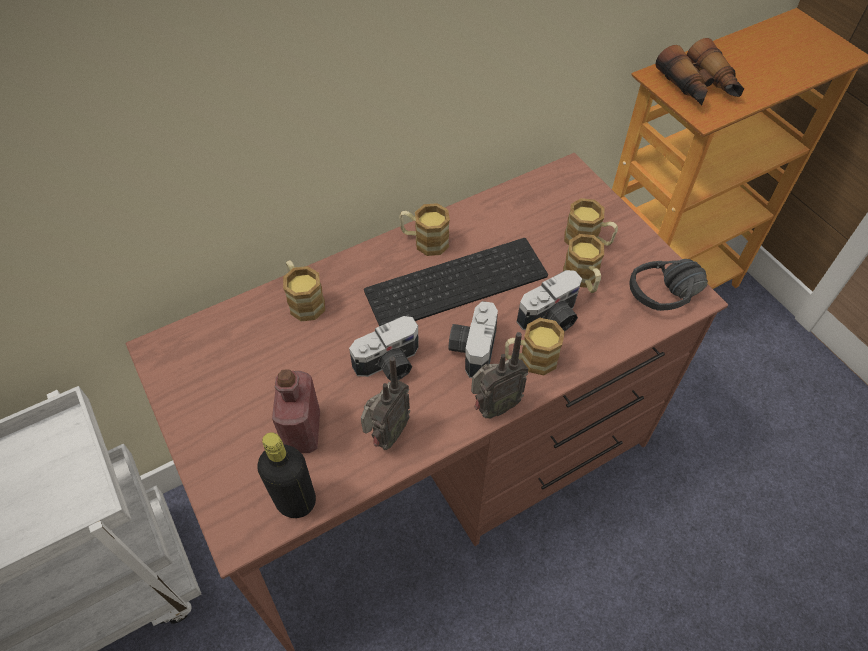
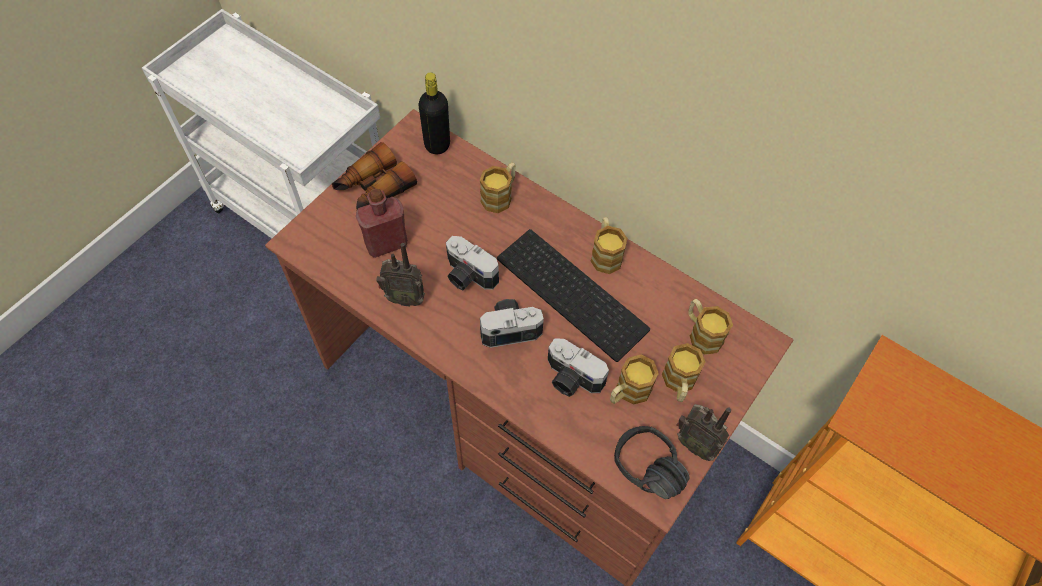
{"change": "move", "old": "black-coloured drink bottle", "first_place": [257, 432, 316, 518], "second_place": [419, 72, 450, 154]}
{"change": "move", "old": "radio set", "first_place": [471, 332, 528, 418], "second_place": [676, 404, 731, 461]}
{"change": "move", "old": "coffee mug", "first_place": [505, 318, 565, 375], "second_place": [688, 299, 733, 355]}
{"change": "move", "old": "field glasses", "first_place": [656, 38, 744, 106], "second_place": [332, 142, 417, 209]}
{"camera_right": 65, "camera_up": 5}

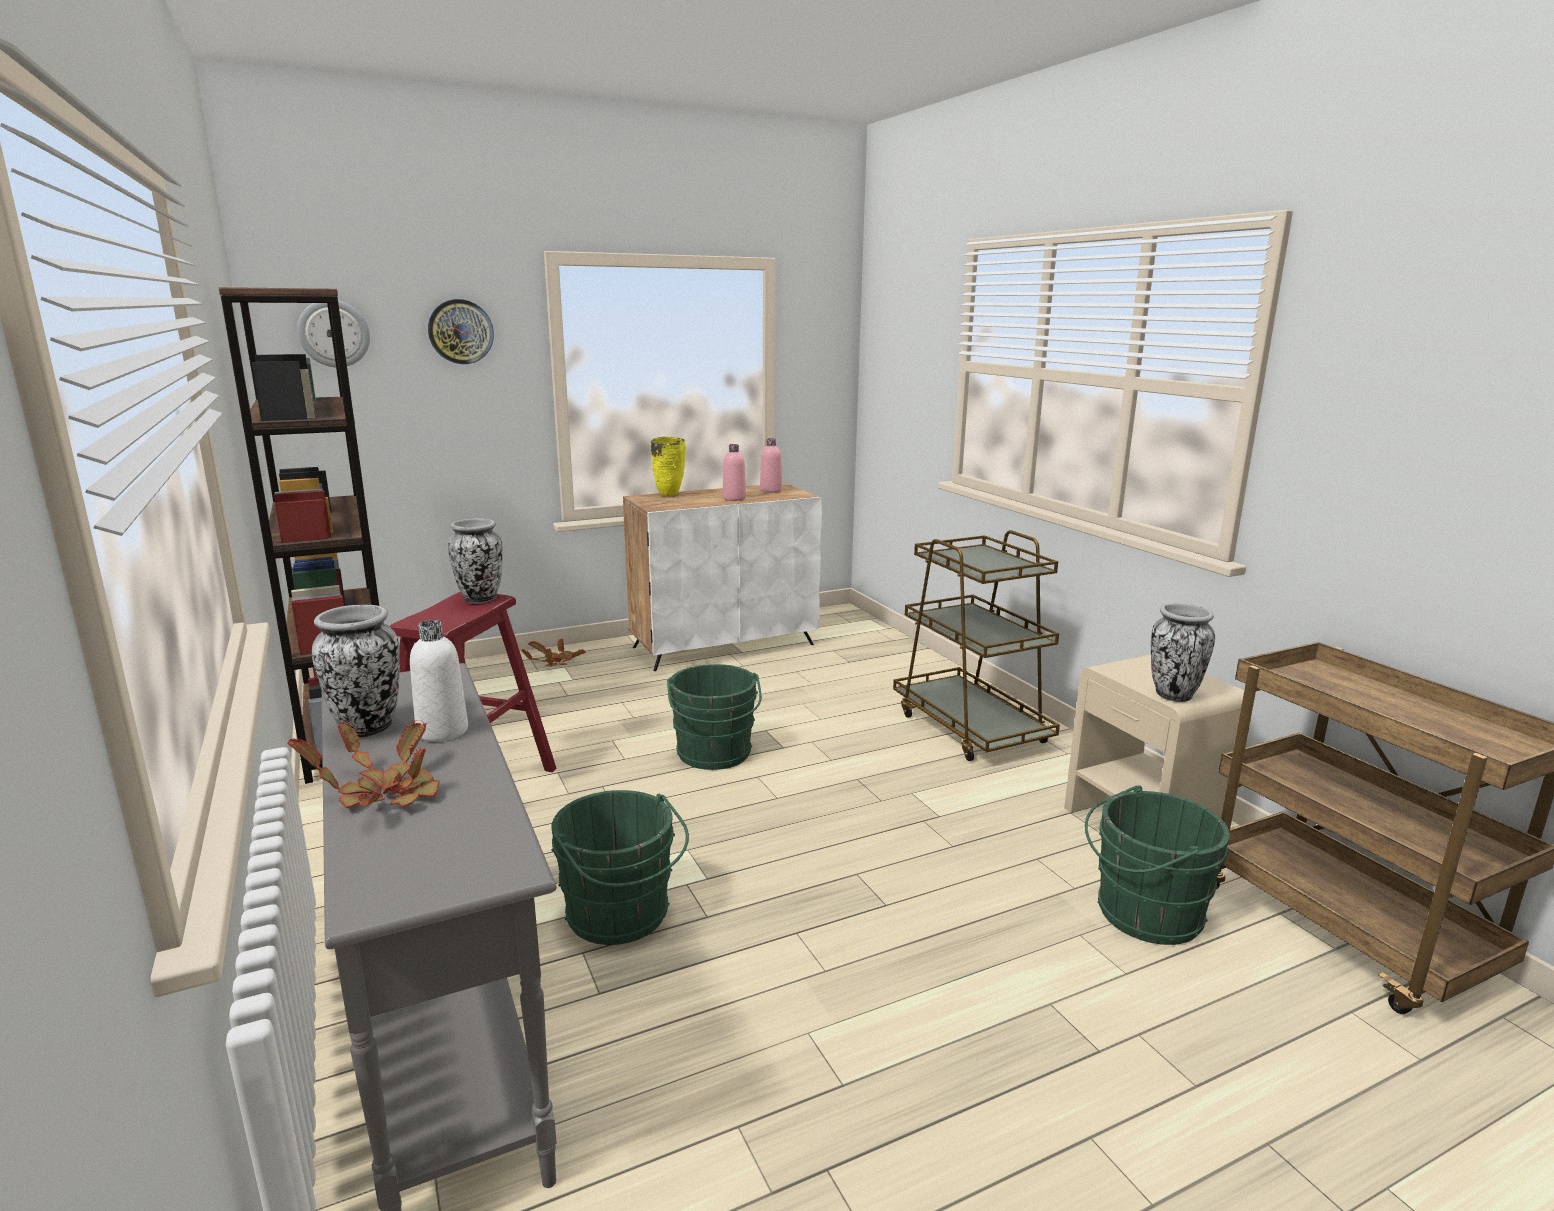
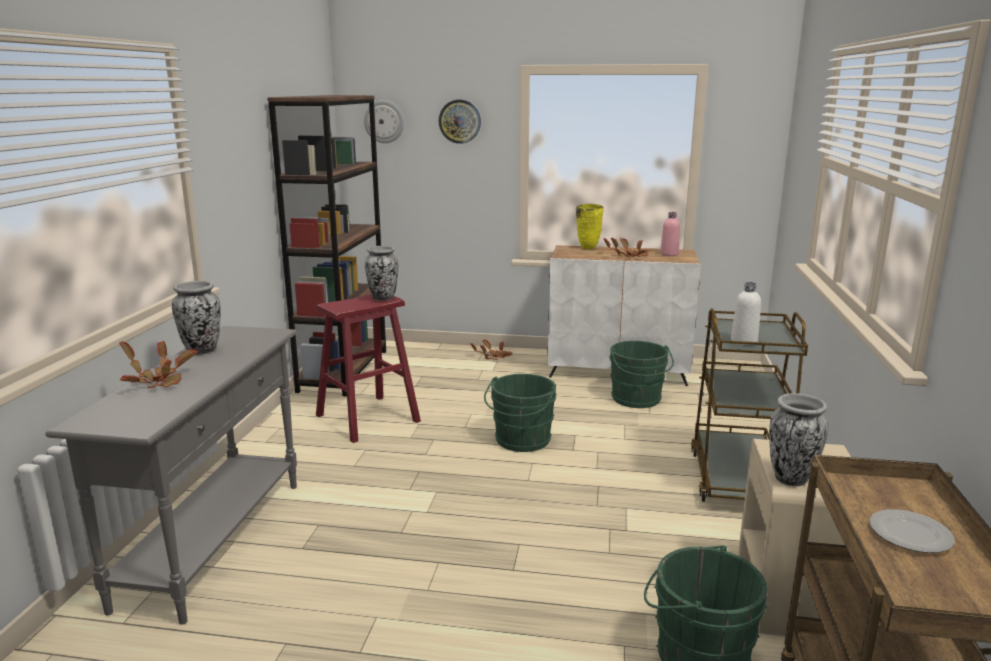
{"change": "insert", "new": "flat dish", "second_place": [870, 509, 955, 553]}
{"change": "move", "old": "whitish drink bottle", "first_place": [410, 620, 468, 742], "second_place": [731, 282, 761, 345]}
{"change": "move", "old": "greenish bucket", "first_place": [551, 790, 689, 945], "second_place": [609, 341, 674, 408]}
{"change": "replace", "old": "pinkish drink bottle", "new": "houseplant", "first_place": [723, 444, 746, 501], "second_place": [603, 237, 648, 257]}
{"camera_right": 35, "camera_up": 0}

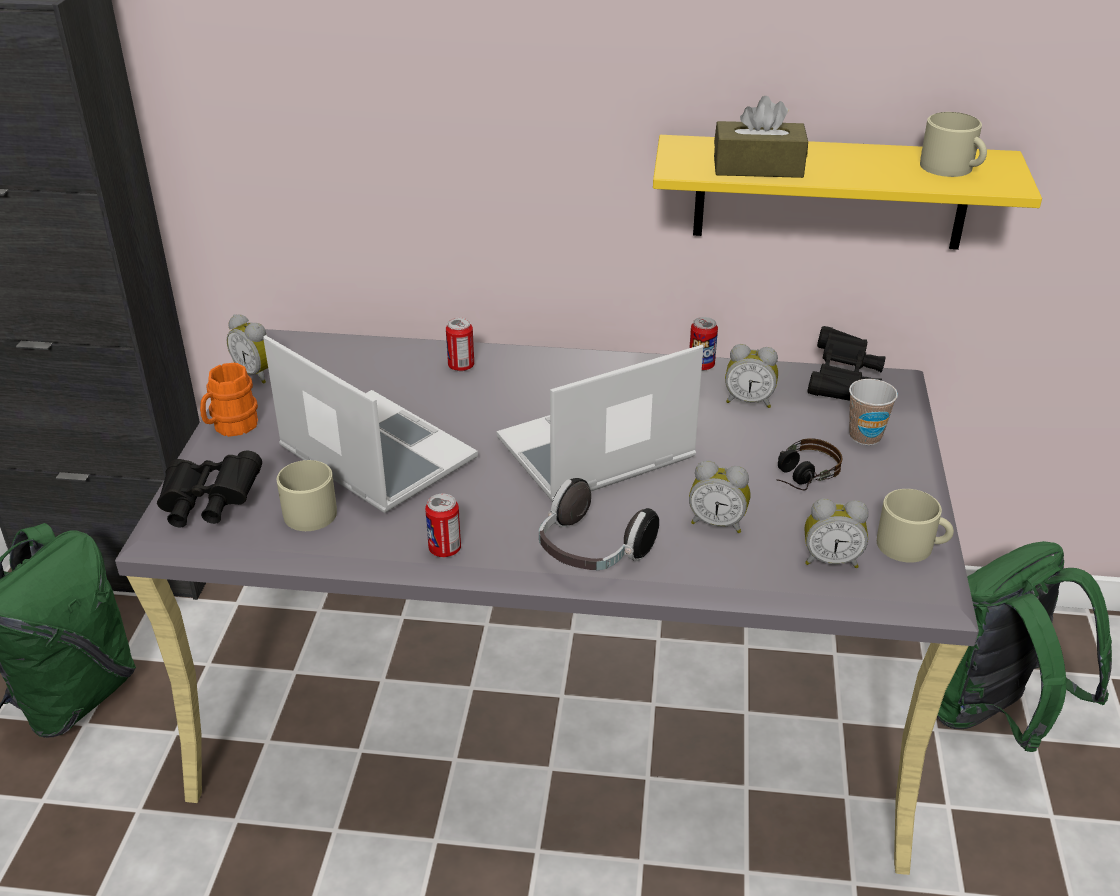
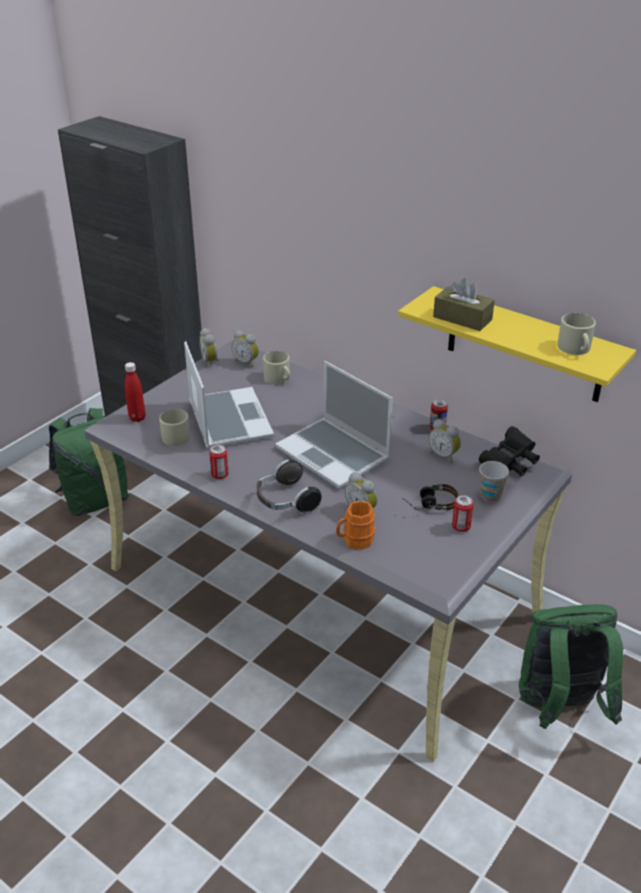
{"change": "move", "old": "orangey coffee mug", "first_place": [200, 363, 258, 437], "second_place": [336, 501, 376, 550]}
{"change": "move", "old": "sealed can", "first_place": [446, 318, 474, 371], "second_place": [452, 495, 474, 532]}
{"change": "move", "old": "bedside clock", "first_place": [805, 498, 869, 568], "second_place": [232, 330, 259, 368]}
{"change": "move", "old": "sand-coloured coffee mug", "first_place": [877, 489, 954, 563], "second_place": [263, 351, 290, 384]}
{"change": "replace", "old": "black-coloured field glasses", "new": "reddish drink bottle", "first_place": [157, 451, 262, 527], "second_place": [125, 362, 145, 422]}
{"change": "rotate", "old": "notebook computer", "first_place": [497, 345, 703, 502], "second_place": [275, 361, 393, 489], "degrees": -135}
{"camera_right": 30, "camera_up": 0}

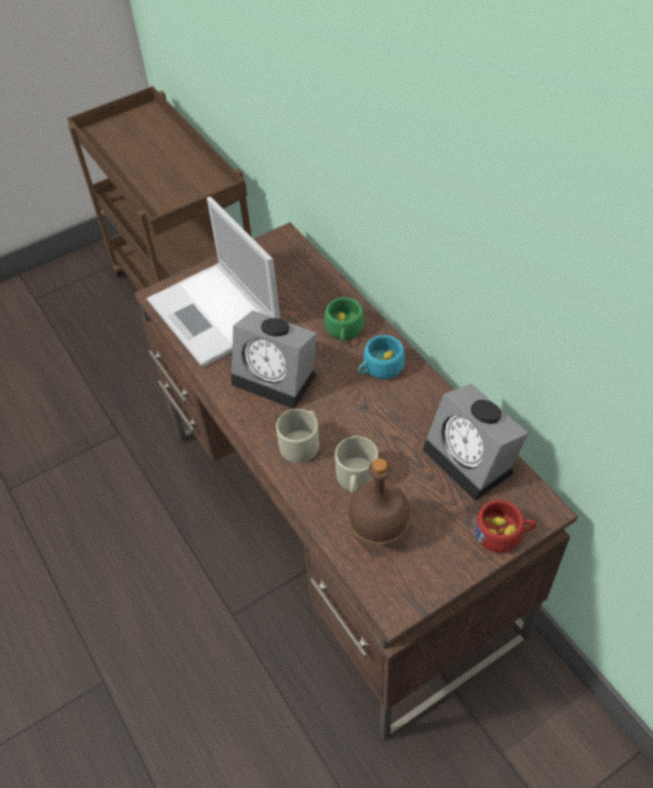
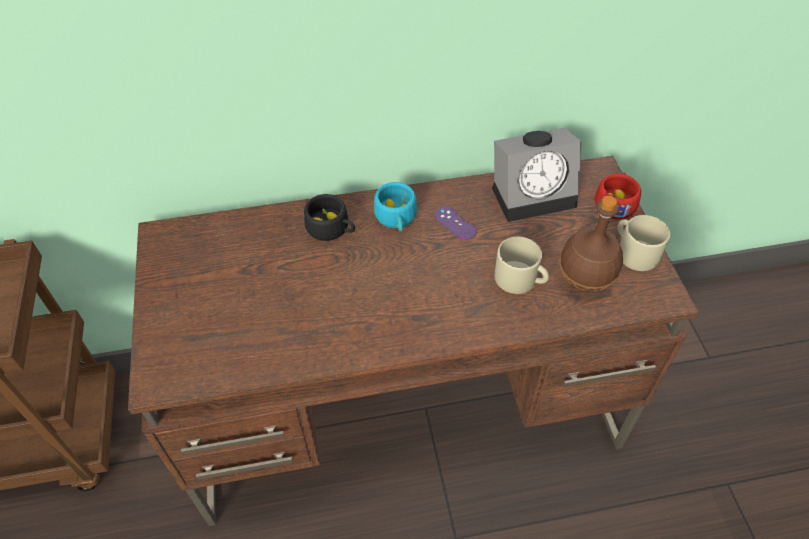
{"change": "delete", "old": "notebook computer", "first_place": [147, 197, 280, 367]}
{"change": "delete", "old": "bedside clock", "first_place": [231, 310, 317, 409]}
{"change": "insert", "new": "purple-coloured joypad", "second_place": [435, 206, 477, 240]}
{"change": "move", "old": "sand-coloured coffee mug", "first_place": [276, 409, 319, 463], "second_place": [617, 215, 670, 271]}
{"change": "recolor", "old": "greenish cup", "new": "black-coloured cup", "first_place": [325, 297, 364, 343], "second_place": [304, 194, 355, 241]}
{"camera_right": -70, "camera_up": 0}

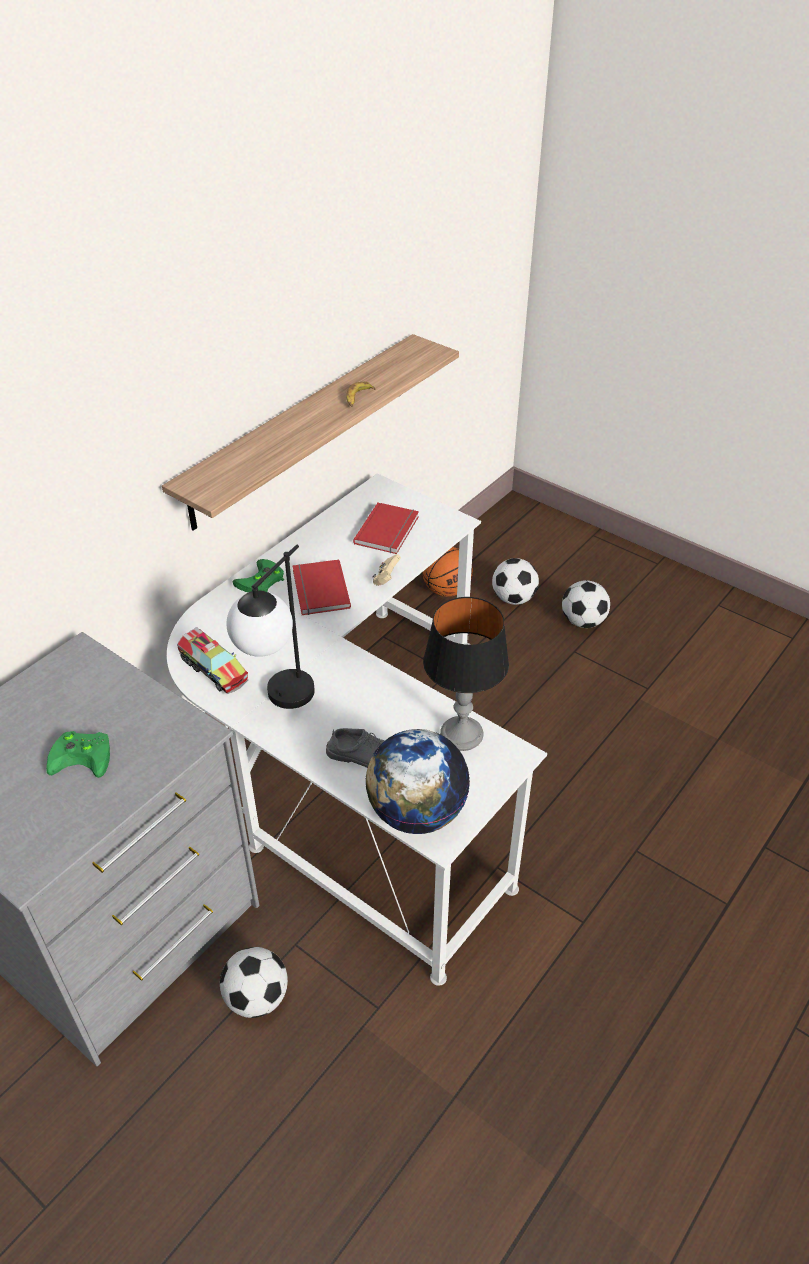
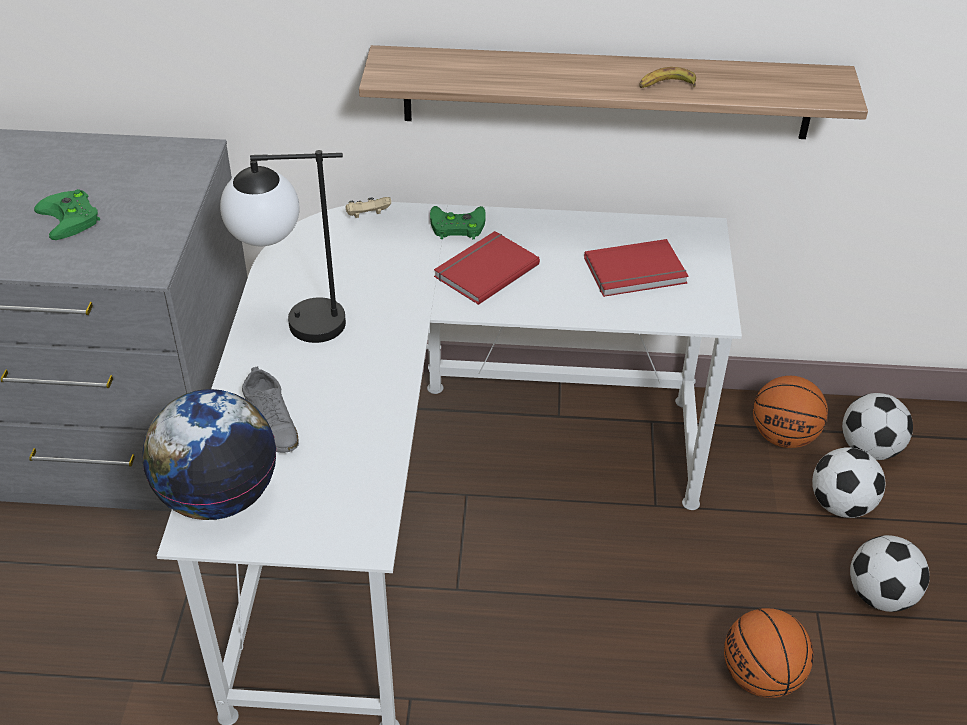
{"change": "delete", "old": "model truck", "first_place": [177, 627, 249, 694]}
{"change": "delete", "old": "table lamp", "first_place": [423, 597, 509, 751]}
{"change": "insert", "new": "ball for basketball", "second_place": [724, 608, 814, 698]}
{"change": "move", "old": "ball for football", "first_place": [220, 947, 288, 1018], "second_place": [842, 393, 913, 460]}
{"change": "move", "old": "sand-coloured joypad", "first_place": [372, 554, 401, 586], "second_place": [346, 197, 391, 218]}
{"camera_right": 55, "camera_up": 0}

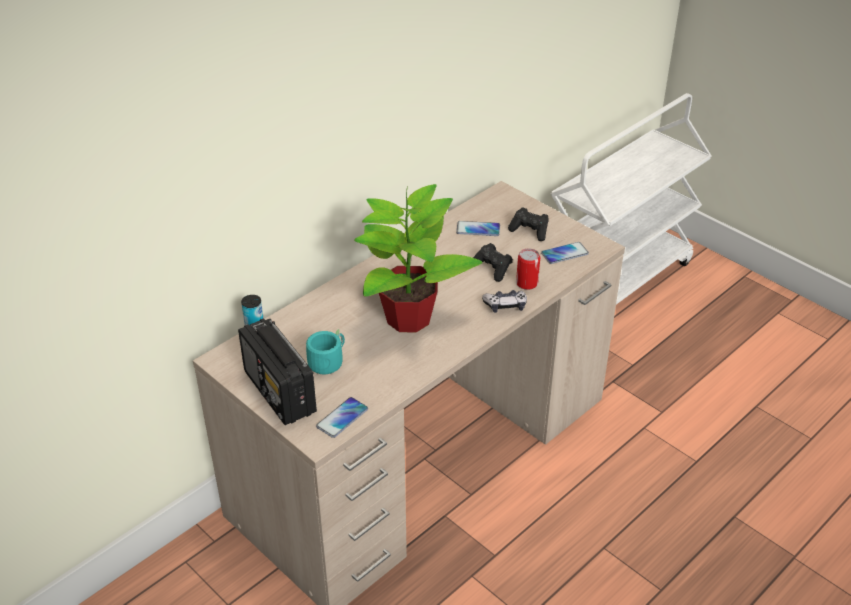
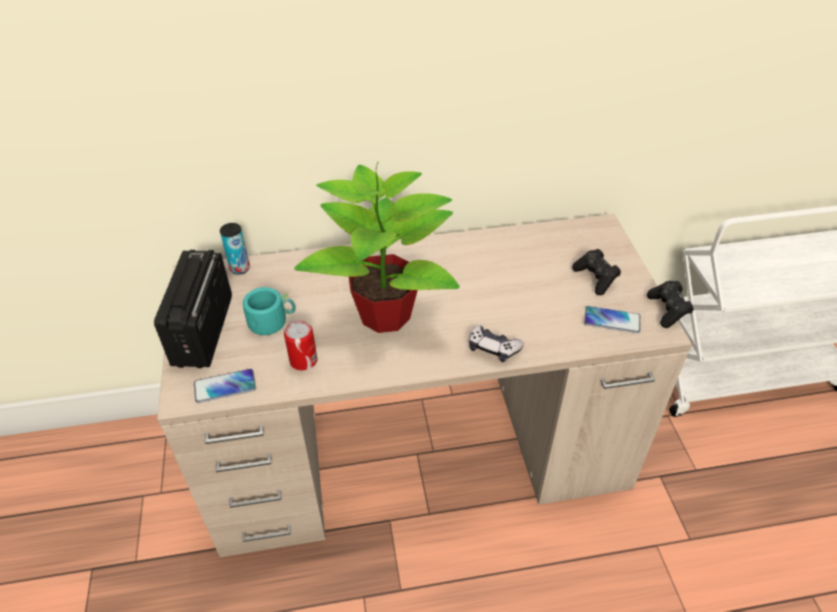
{"change": "delete", "old": "handset", "first_place": [456, 221, 500, 236]}
{"change": "move", "old": "black-coloured joypad", "first_place": [473, 243, 513, 282], "second_place": [647, 281, 694, 328]}
{"change": "move", "old": "sealed can", "first_place": [516, 248, 540, 290], "second_place": [284, 320, 317, 370]}
{"camera_right": 35, "camera_up": 5}

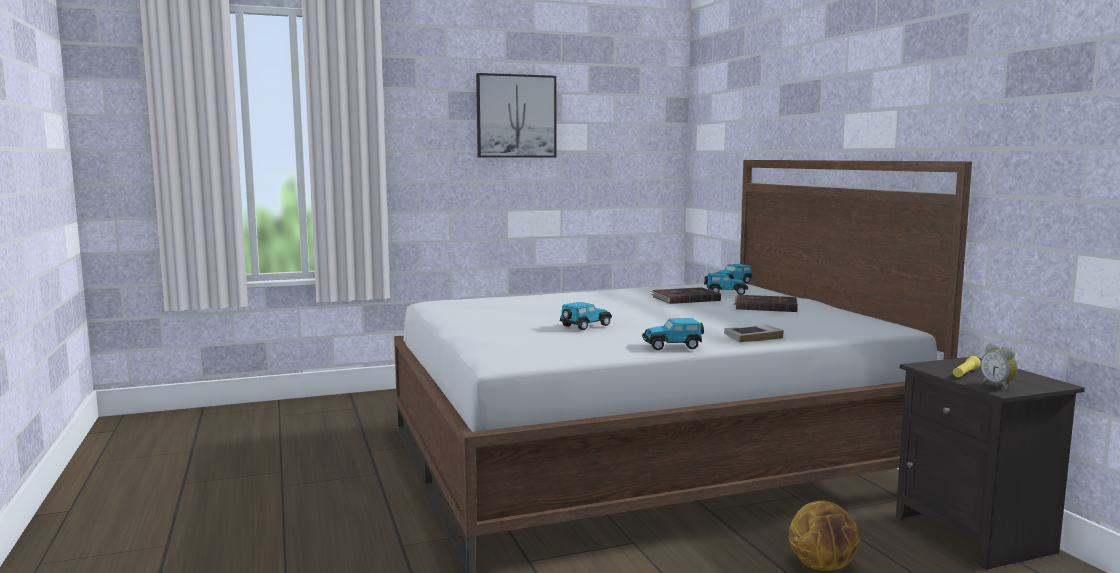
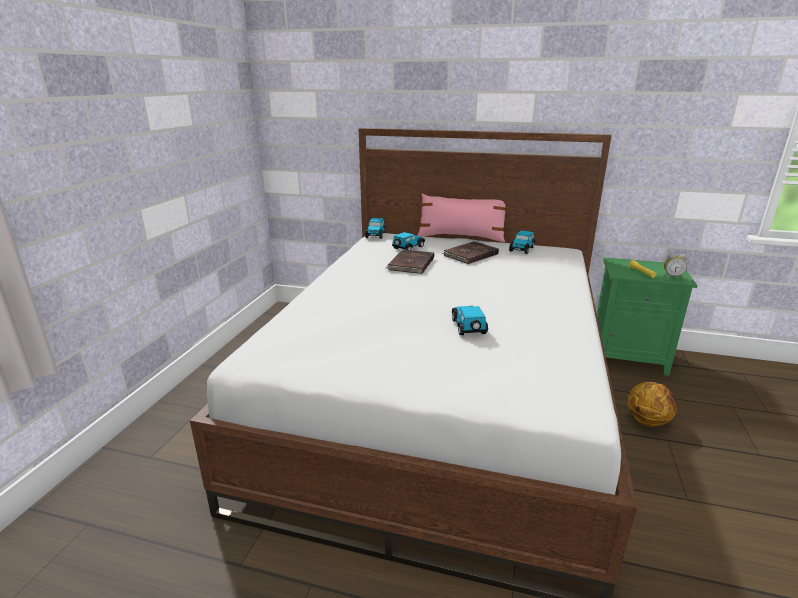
{"change": "delete", "old": "wall art", "first_place": [476, 73, 556, 157]}
{"change": "delete", "old": "book", "first_place": [724, 325, 784, 342]}
{"change": "insert", "new": "pinkish cushion", "second_place": [417, 194, 506, 242]}
{"change": "move", "old": "toy car", "first_place": [642, 318, 704, 350], "second_place": [509, 230, 535, 254]}
{"change": "recolor", "old": "black-coloured bedside table", "new": "greenish bedside table", "first_place": [896, 357, 1085, 570], "second_place": [597, 257, 698, 376]}
{"camera_right": -55, "camera_up": 15}

